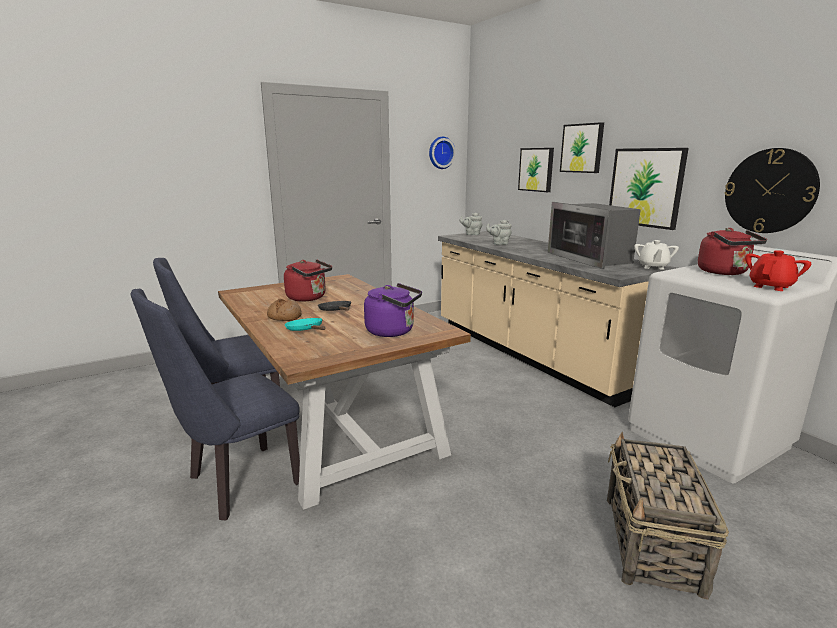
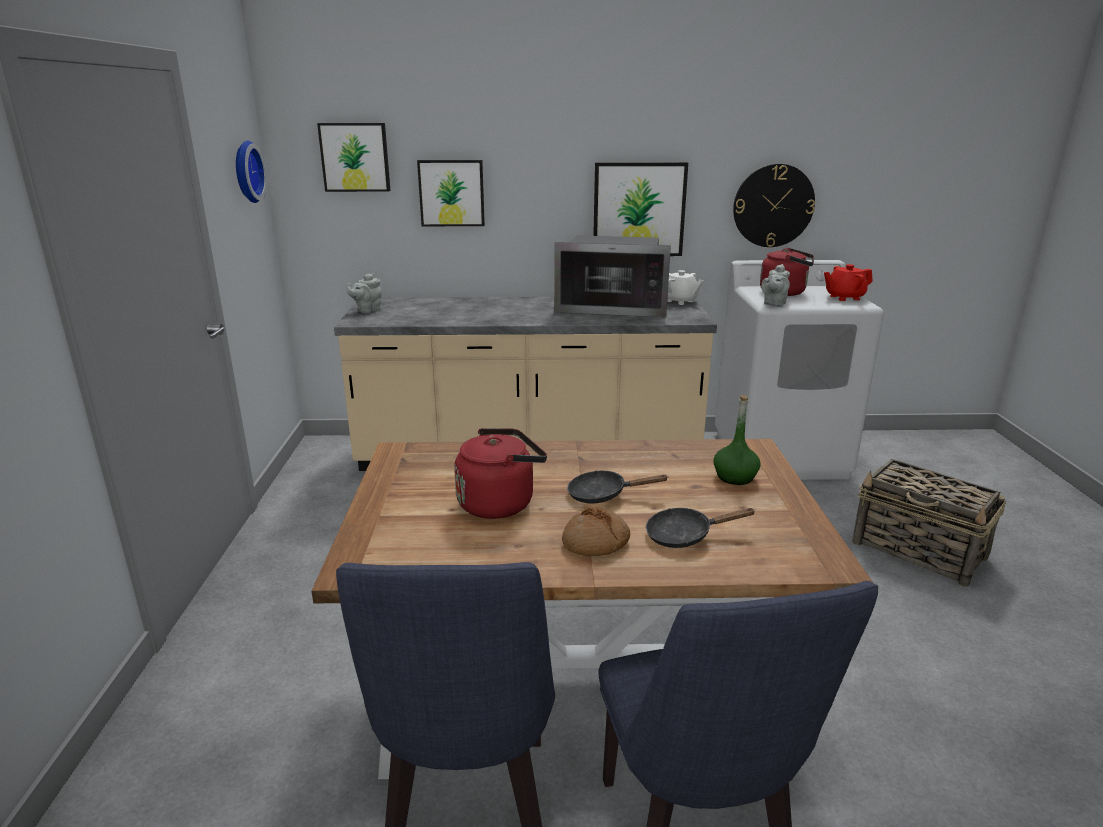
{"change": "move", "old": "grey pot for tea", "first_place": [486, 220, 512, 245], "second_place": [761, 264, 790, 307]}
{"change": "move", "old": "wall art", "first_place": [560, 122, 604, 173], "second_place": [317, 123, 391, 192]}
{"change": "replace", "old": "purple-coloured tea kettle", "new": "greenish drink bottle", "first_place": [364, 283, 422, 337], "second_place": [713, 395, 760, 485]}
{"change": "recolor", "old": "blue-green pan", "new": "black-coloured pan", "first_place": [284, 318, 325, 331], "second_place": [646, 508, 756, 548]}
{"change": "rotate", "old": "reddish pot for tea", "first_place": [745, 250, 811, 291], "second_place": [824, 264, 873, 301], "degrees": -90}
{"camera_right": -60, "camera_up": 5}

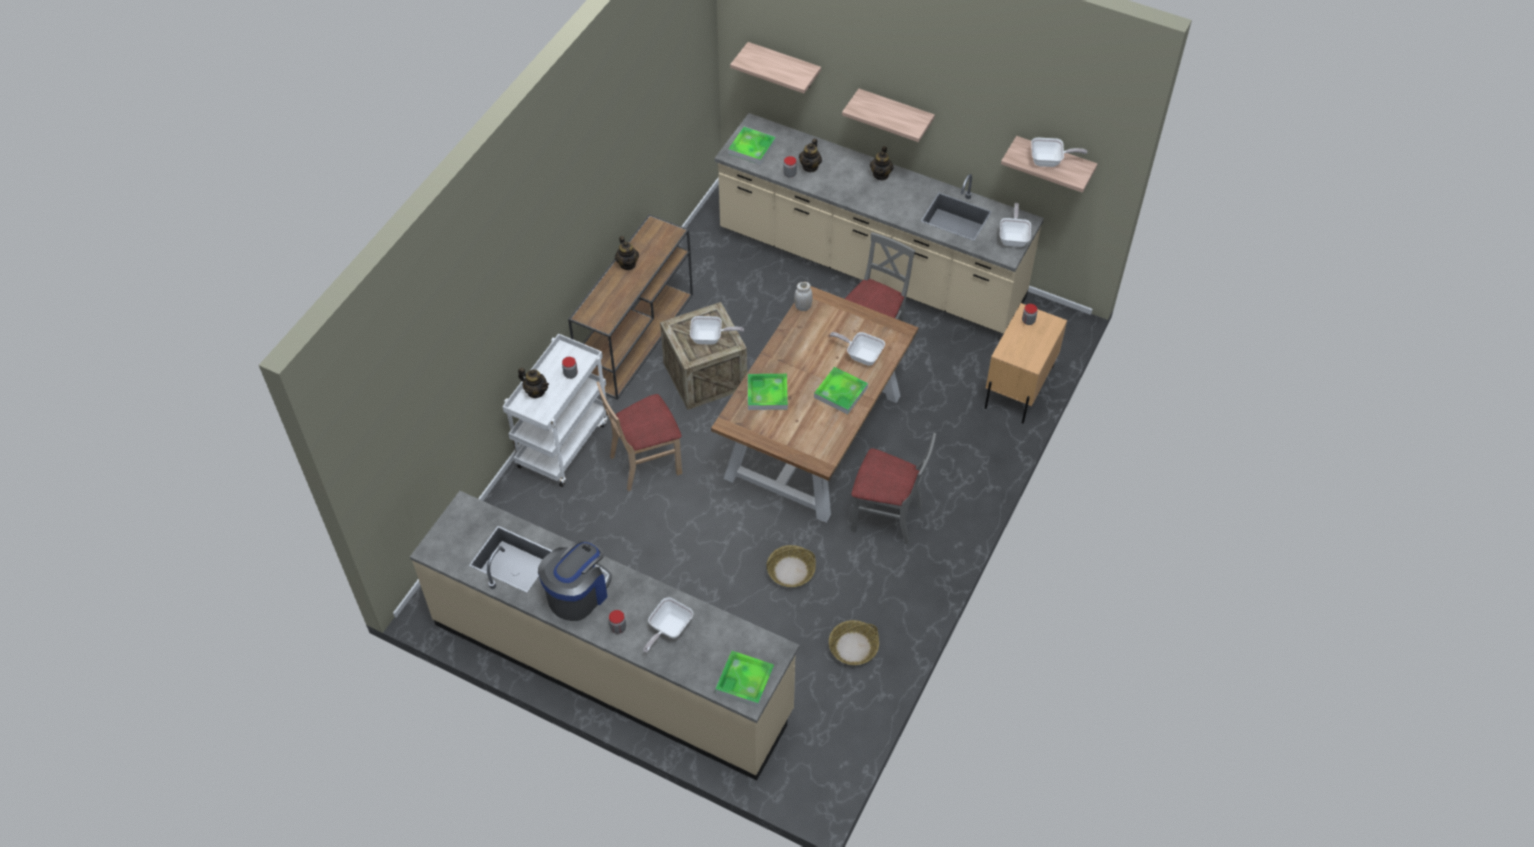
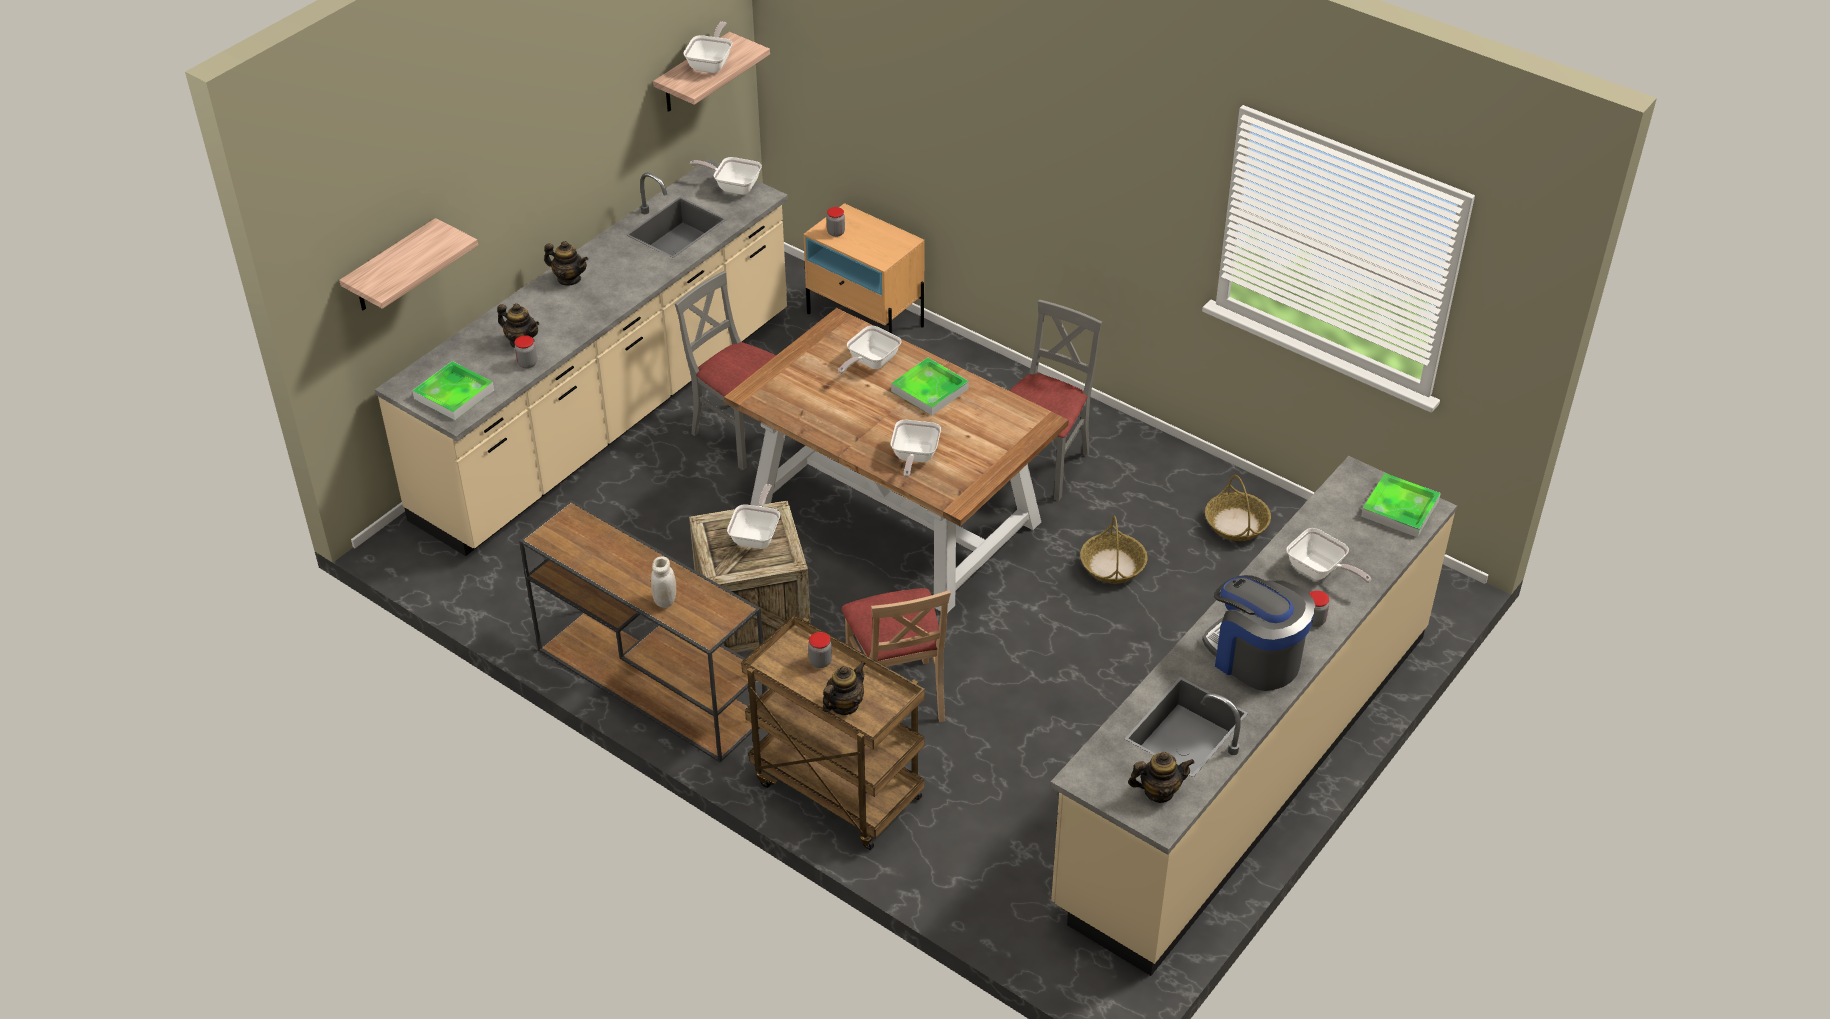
{"change": "delete", "old": "bracket shelf", "first_place": [842, 89, 935, 142]}
{"change": "move", "old": "pot for tea", "first_place": [615, 236, 639, 270], "second_place": [1128, 752, 1195, 803]}
{"change": "move", "old": "whitish jar", "first_place": [794, 282, 813, 311], "second_place": [651, 556, 676, 608]}
{"change": "replace", "old": "carrying tray", "new": "pan", "first_place": [748, 374, 788, 410], "second_place": [891, 420, 941, 478]}
{"change": "recolor", "old": "whitish wheeled cart", "new": "brown-coloured wheeled cart", "first_place": [502, 333, 609, 487], "second_place": [741, 615, 925, 850]}
{"camera_right": -80, "camera_up": -10}

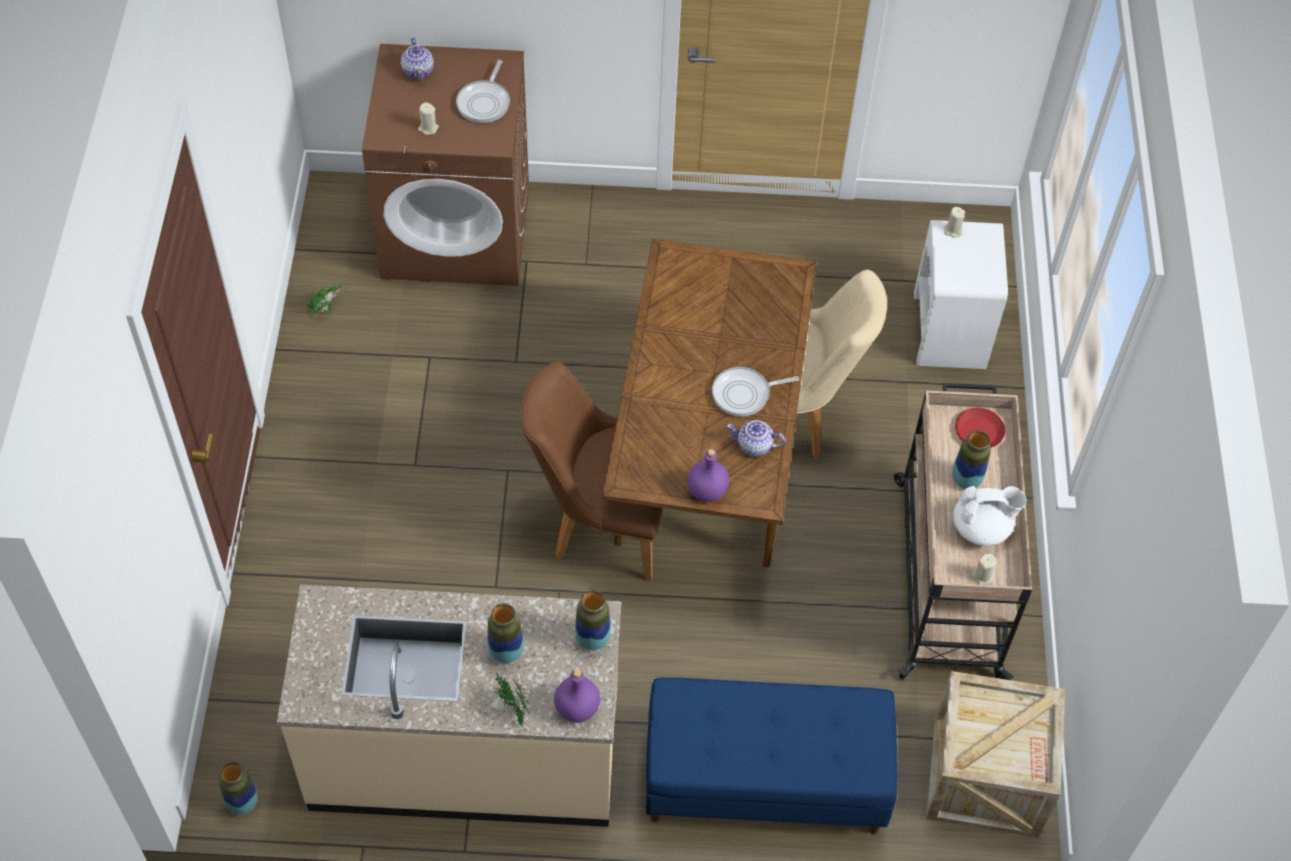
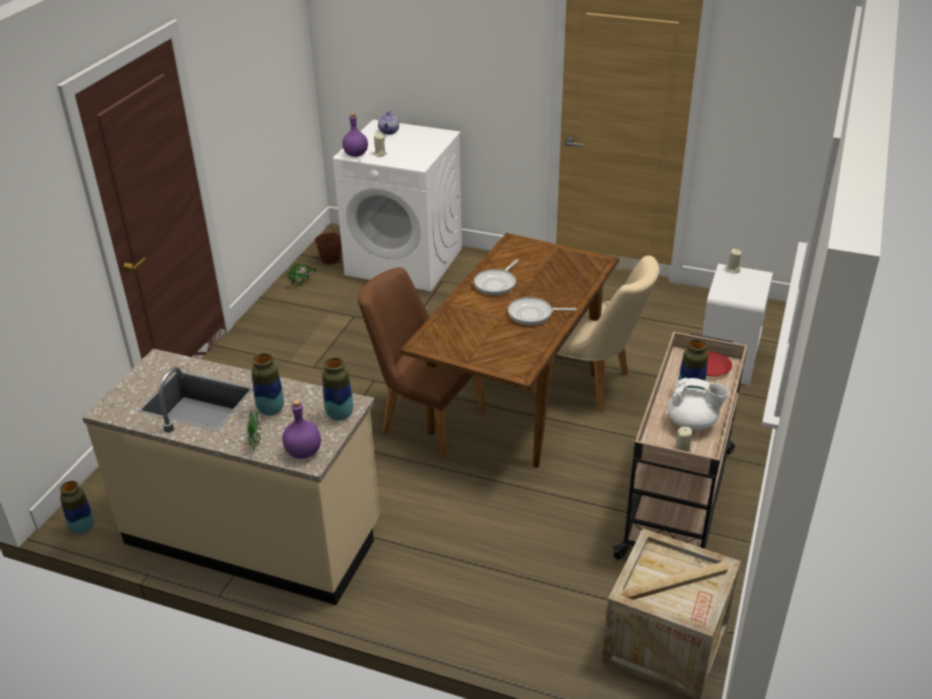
{"change": "delete", "old": "blue-coloured indoor bench", "first_place": [646, 677, 898, 834]}
{"change": "delete", "old": "pot for tea", "first_place": [727, 420, 786, 457]}
{"change": "insert", "new": "brown-coloured bucket", "second_place": [315, 225, 342, 264]}
{"change": "move", "old": "pan", "first_place": [456, 60, 510, 123], "second_place": [474, 259, 519, 295]}
{"change": "move", "old": "purple-coloured drink bottle", "first_place": [688, 449, 729, 502], "second_place": [342, 113, 368, 157]}
{"change": "recolor", "old": "brown-coloured laundry machine", "new": "whitish laundry machine", "first_place": [362, 44, 529, 286], "second_place": [333, 119, 462, 291]}
{"camera_right": 20, "camera_up": -20}

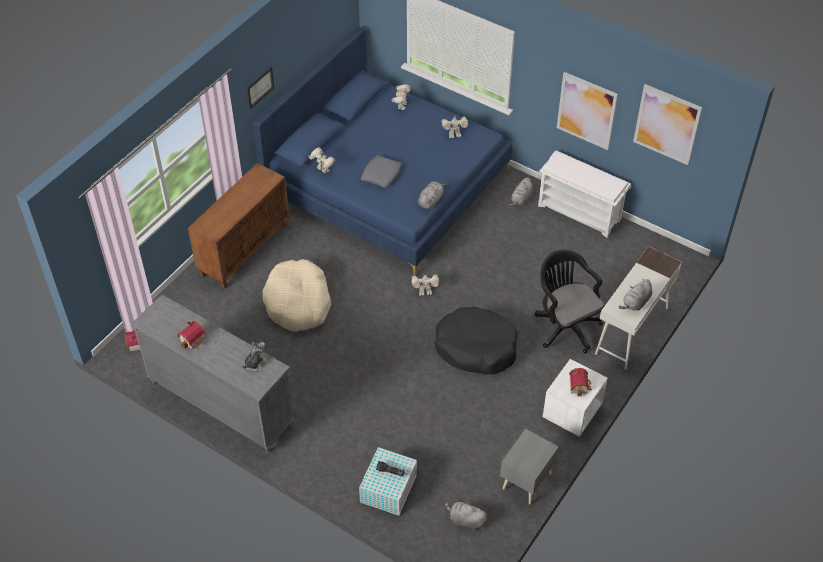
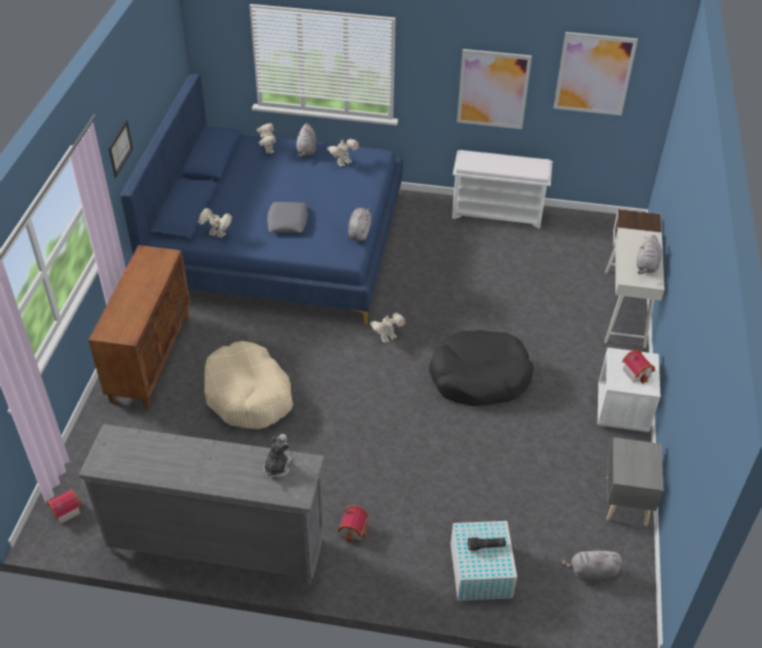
{"change": "delete", "old": "black-coloured computer chair", "first_place": [534, 249, 605, 354]}
{"change": "move", "old": "model house", "first_place": [177, 321, 205, 350], "second_place": [338, 505, 370, 543]}
{"change": "move", "old": "grey soft toy", "first_place": [509, 177, 533, 207], "second_place": [297, 123, 317, 157]}
{"camera_right": -25, "camera_up": -5}

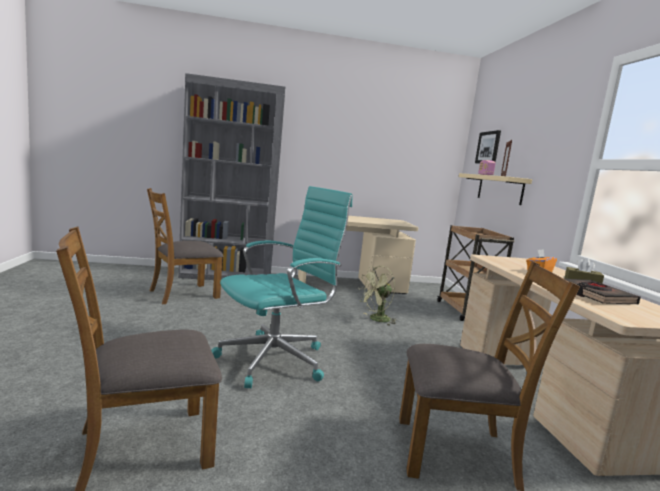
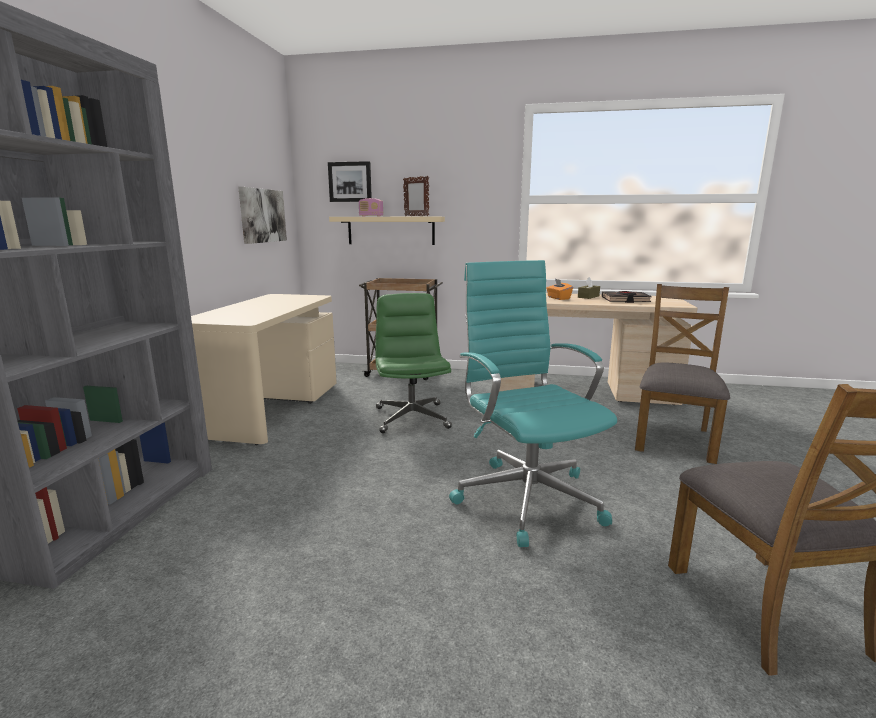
{"change": "delete", "old": "brown-coloured upright chair", "first_place": [147, 188, 223, 304]}
{"change": "insert", "new": "wall art", "second_place": [238, 187, 287, 244]}
{"change": "replace", "old": "greenish cooling fan", "new": "greenish computer chair", "first_place": [360, 266, 397, 325], "second_place": [375, 293, 452, 433]}
{"camera_right": -70, "camera_up": 5}

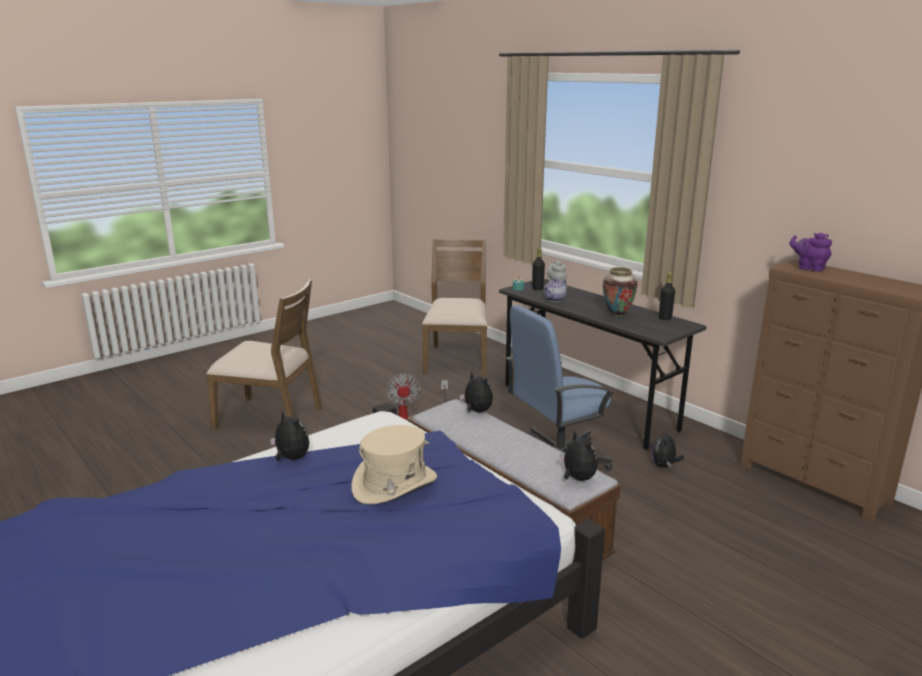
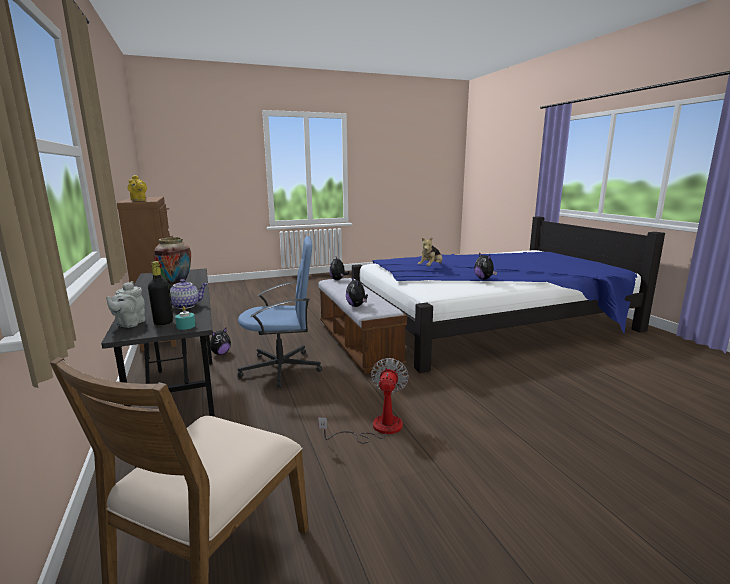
{"change": "delete", "old": "brown-coloured upright chair", "first_place": [206, 279, 322, 430]}
{"change": "delete", "old": "black-coloured drink bottle", "first_place": [659, 272, 675, 320]}
{"change": "replace", "old": "sand-coloured wearable hat", "new": "soft toy", "first_place": [351, 425, 437, 504], "second_place": [418, 237, 443, 266]}
{"change": "recolor", "old": "purple-coloured pot for tea", "new": "yellow pot for tea", "first_place": [790, 233, 832, 272], "second_place": [128, 175, 147, 201]}
{"camera_right": -160, "camera_up": -5}

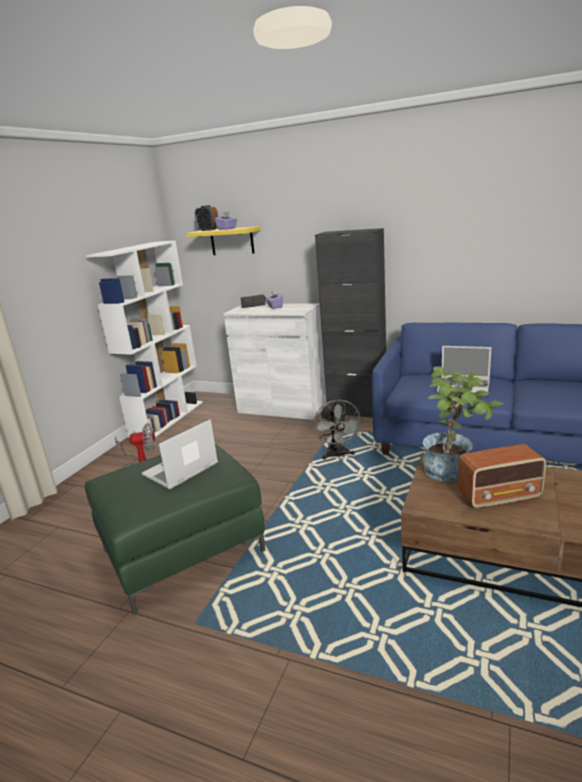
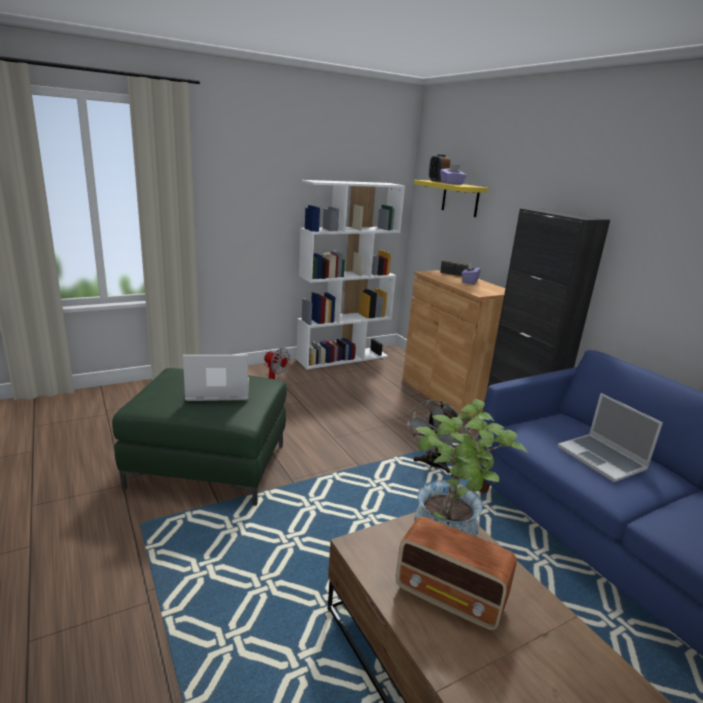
{"change": "recolor", "old": "whitish cupboard", "new": "brown-coloured cupboard", "first_place": [224, 304, 326, 420], "second_place": [403, 270, 505, 419]}
{"camera_right": 35, "camera_up": 0}

